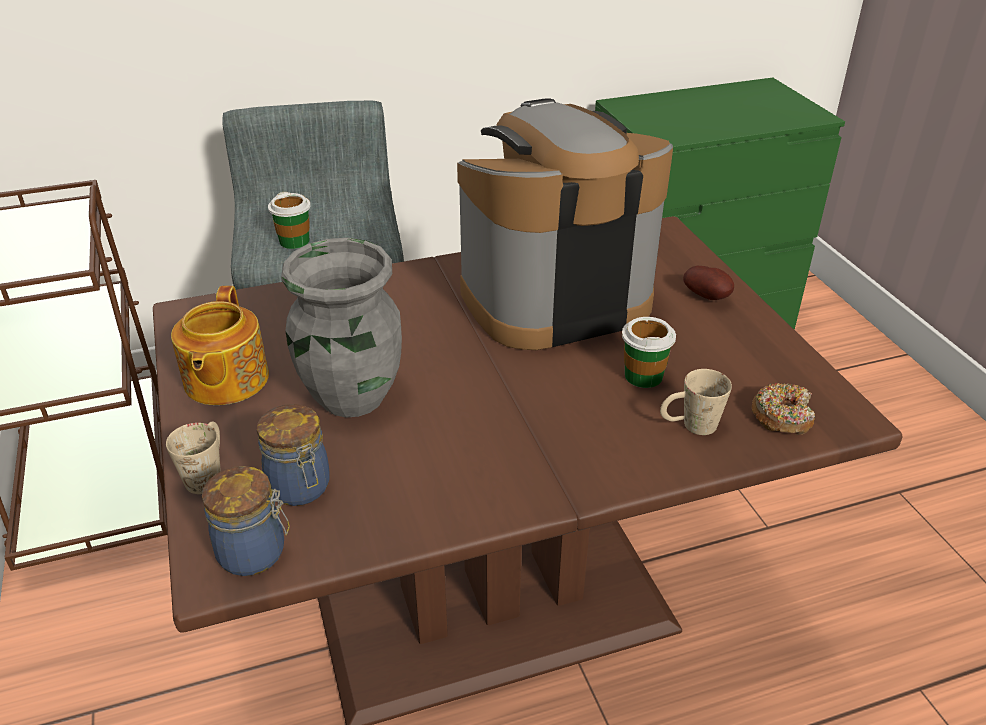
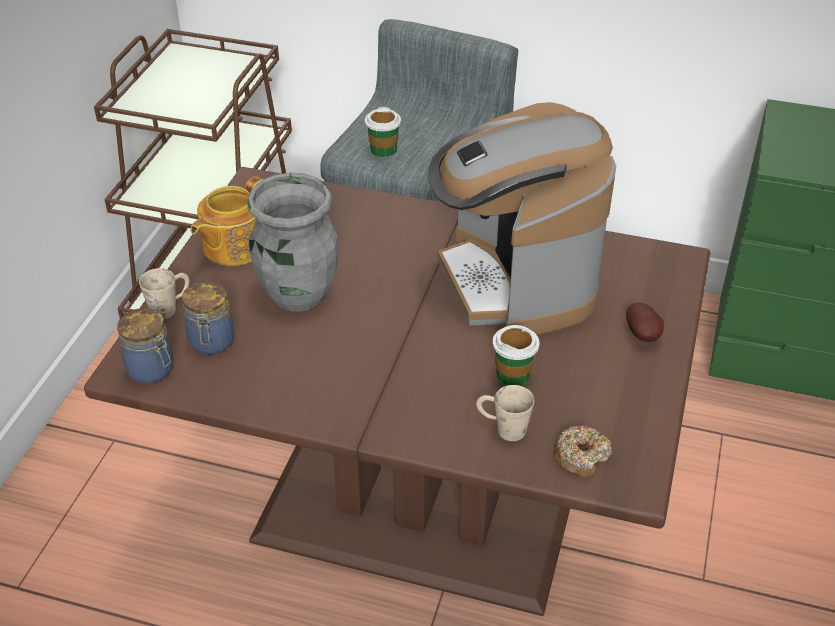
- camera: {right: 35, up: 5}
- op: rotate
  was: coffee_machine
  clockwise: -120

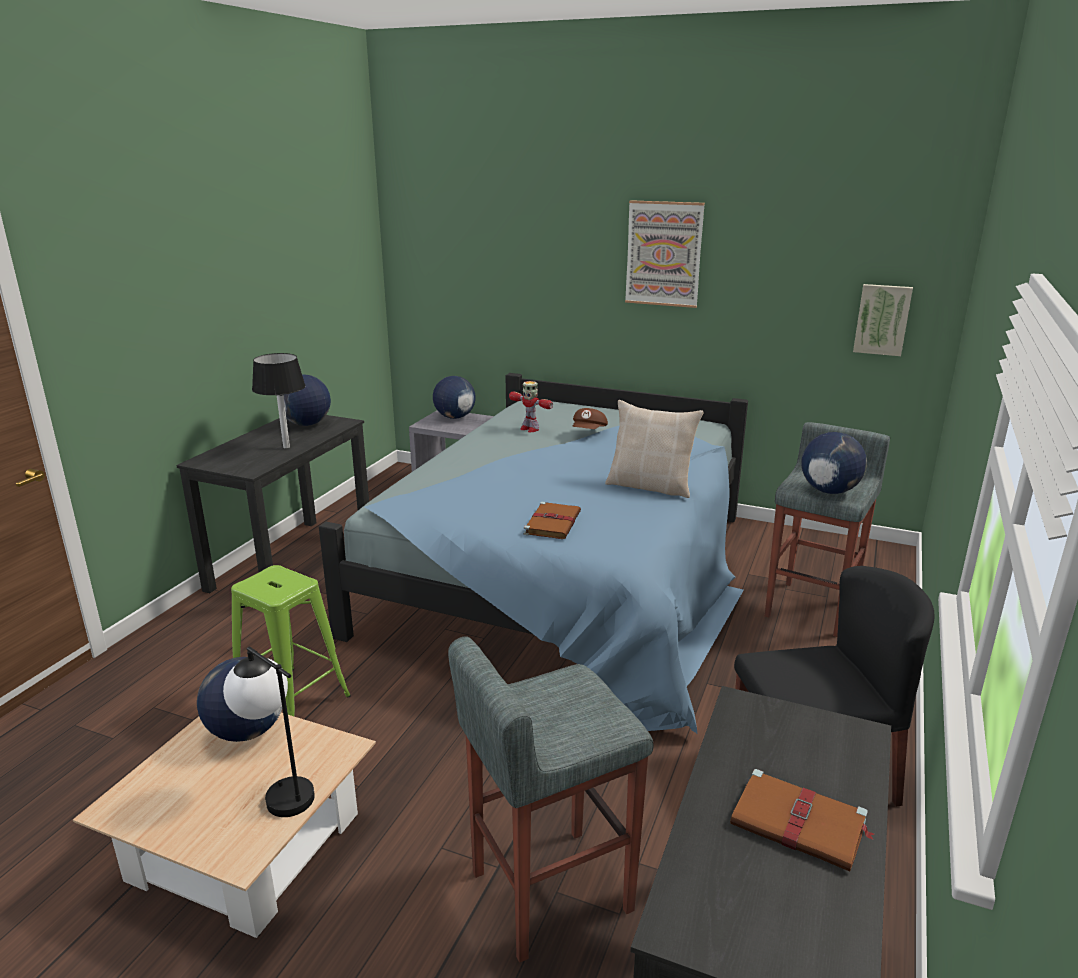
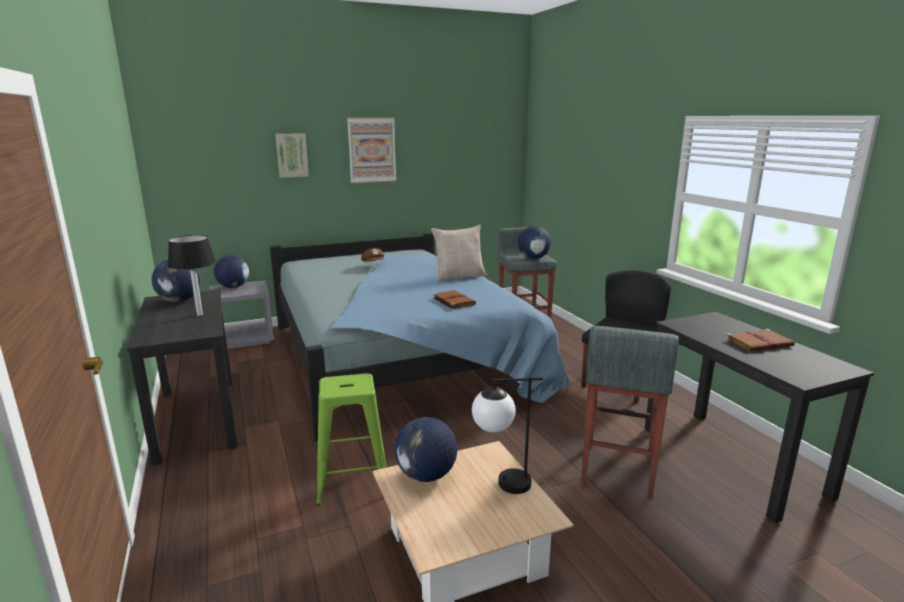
- camera: {right: -45, up: -5}
- op: move
  was: picture (2nd from left in the first image)
  now: picture (1st from left)
- op: delete
  was: model_robot

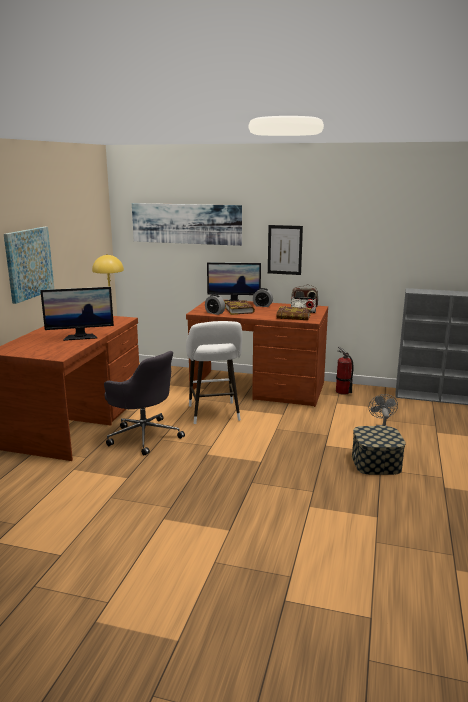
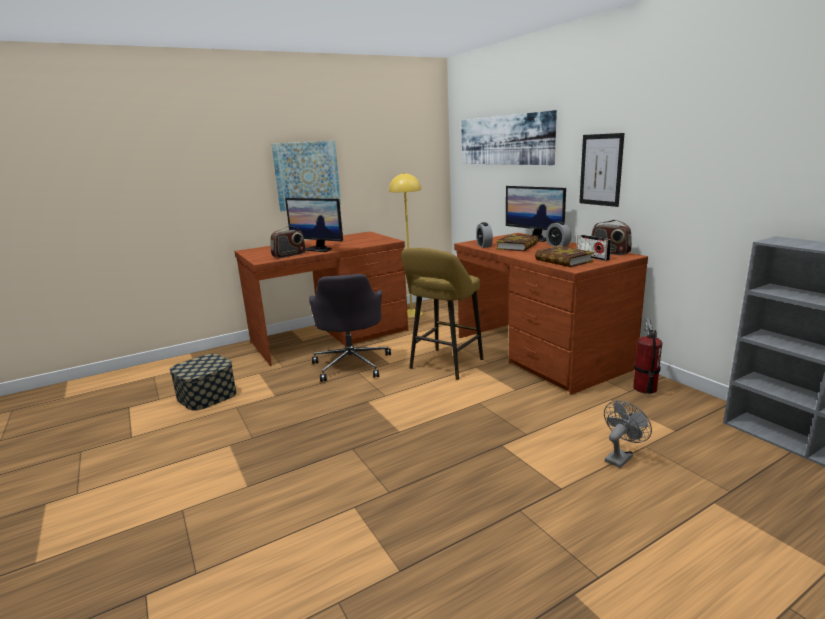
- camera: {right: 45, up: 0}
- op: move
  was: storage_container
- op: insert
  now: radio_receiver (1st from left)
- op: recolor
  was: white_sitting_stool
  now: yellow_sitting_stool

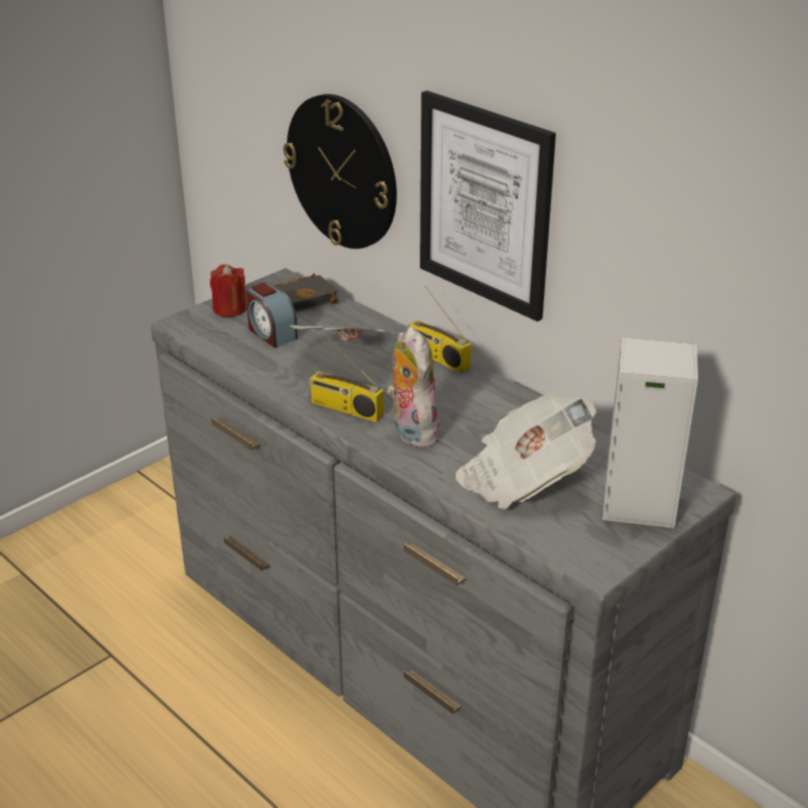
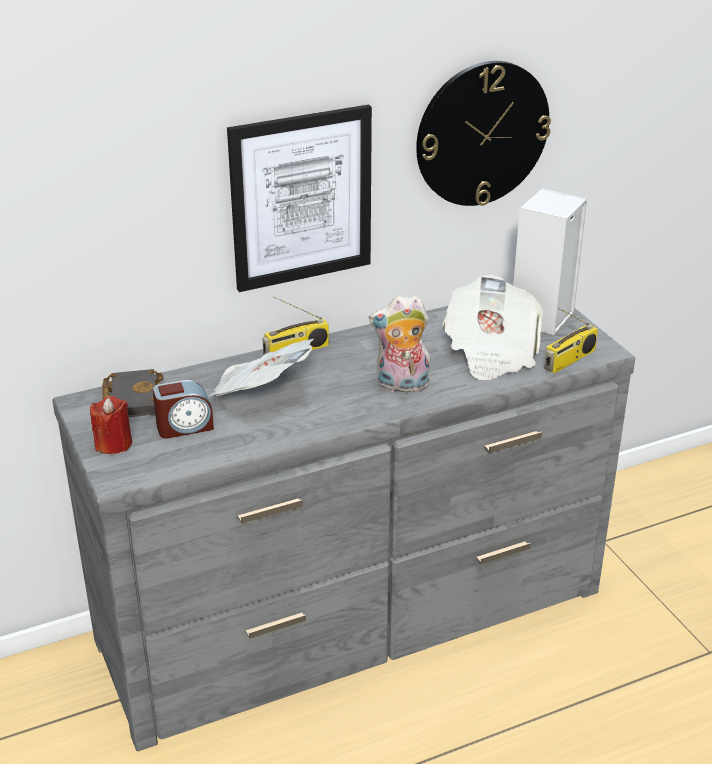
- camera: {right: -70, up: 0}
- op: move
  was: hanging_clock
- op: move
  was: radio_receiver (1st from left in the first image)
  now: radio_receiver (2nd from left)

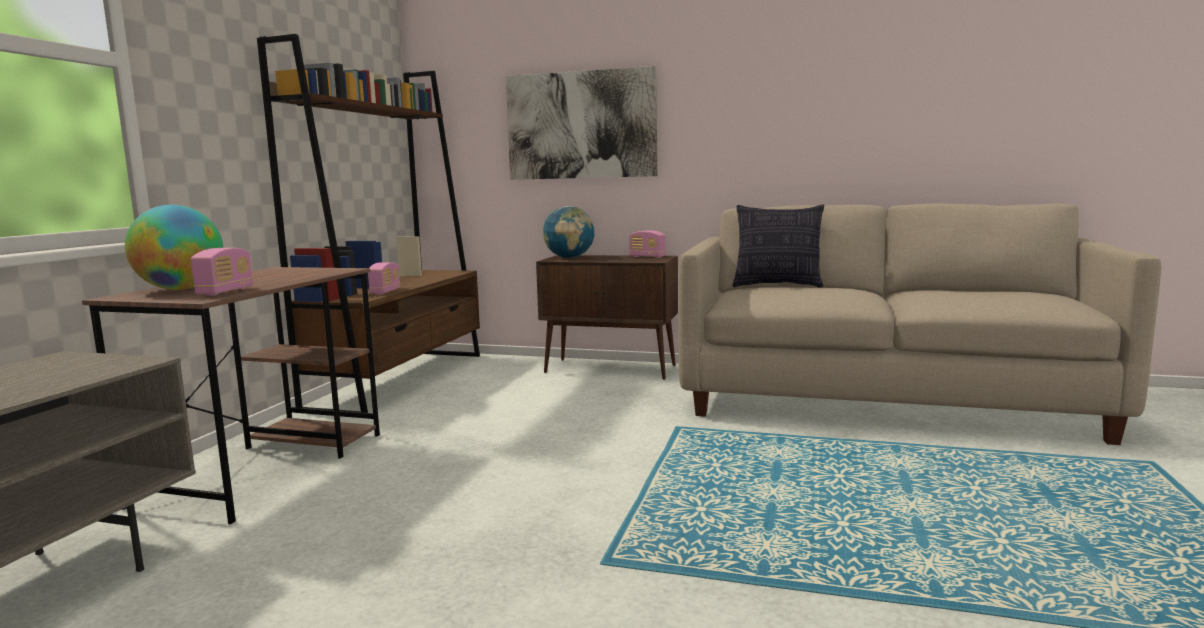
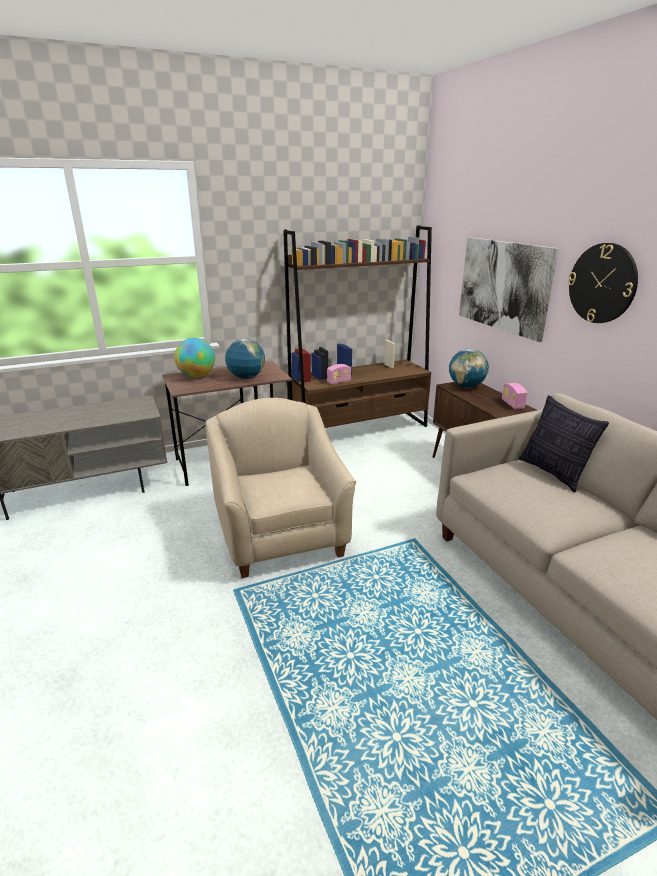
- camera: {right: 50, up: 15}
- op: insert
  now: beige_easy_chair
- op: insert
  now: globe (2nd from left)
- op: insert
  now: hanging_clock
- op: delete
  was: radio_receiver (1st from left)

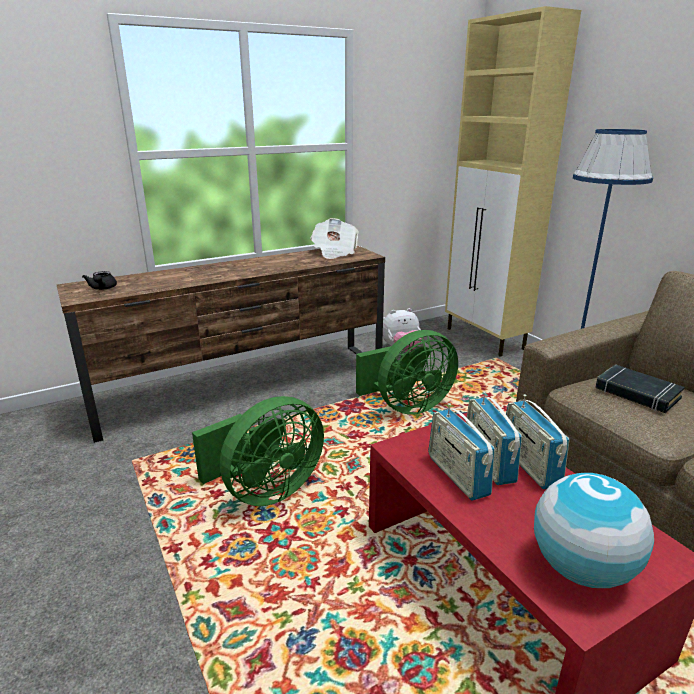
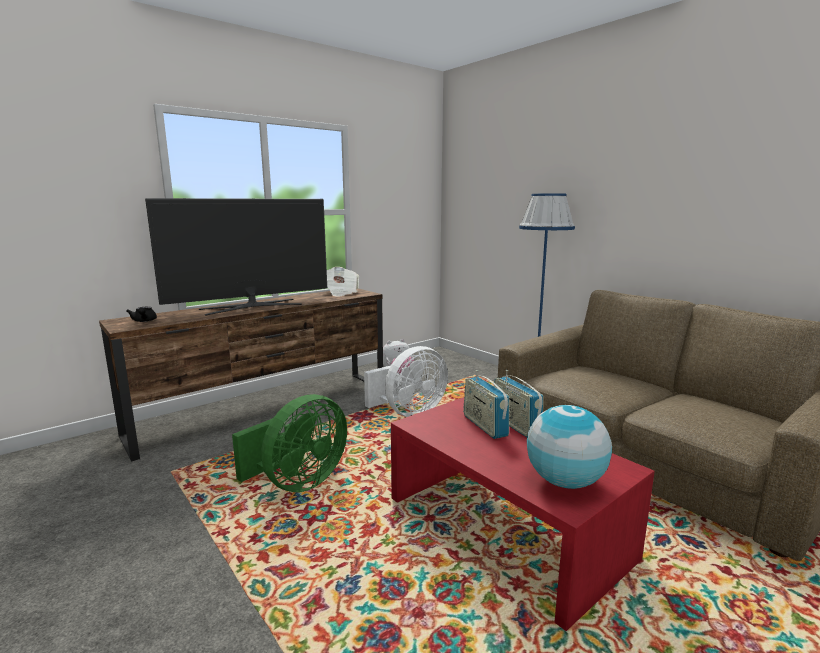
- camera: {right: -10, up: -10}
- op: insert
  now: TV_set
- op: recolor
  was: greenish_fan (2nd from left)
  now: white_fan
- op: delete
  was: radio_receiver (1st from left)
- op: delete
  was: beige_cabinet
- op: delete
  was: black-coloured_bound_book

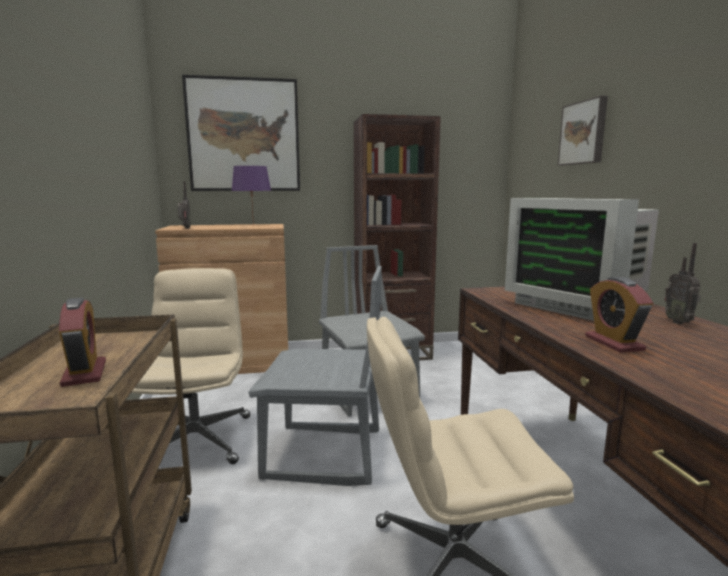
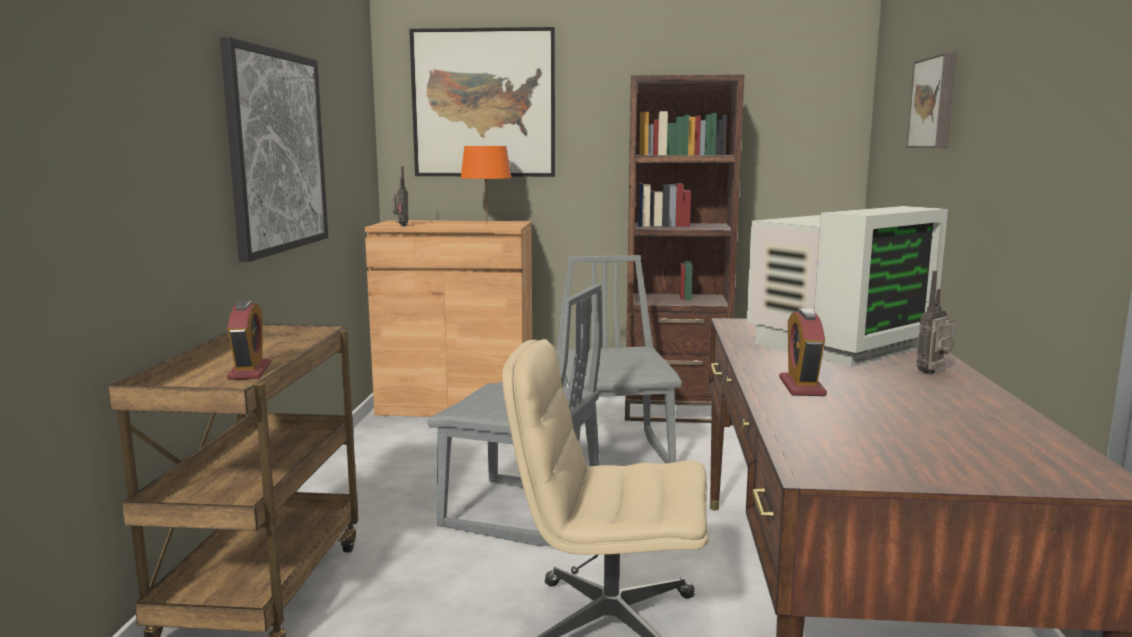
- camera: {right: 15, up: 0}
- op: insert
  now: picture (1st from left)
- op: recolor
  was: purplish_table_lamp
  now: orangey_table_lamp
- op: rotate
  was: computer_screen
  clockwise: -105
- op: rotate
  was: radio_receiver (2nd from left)
  clockwise: 45
- op: delete
  was: beige_office_chair (1st from left)

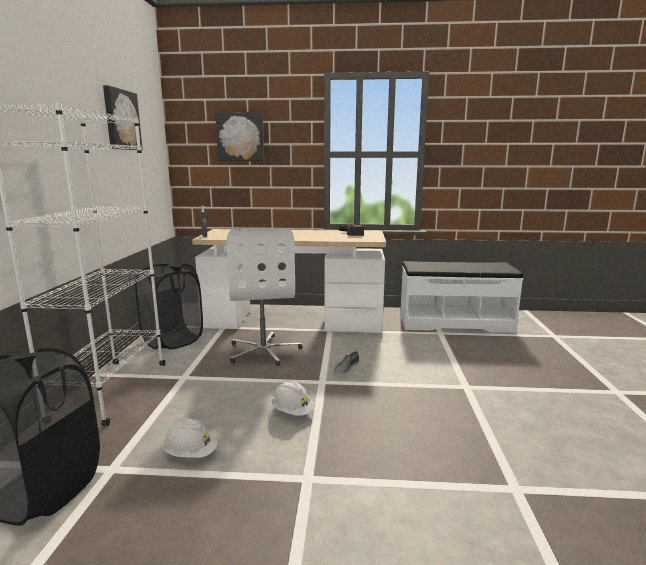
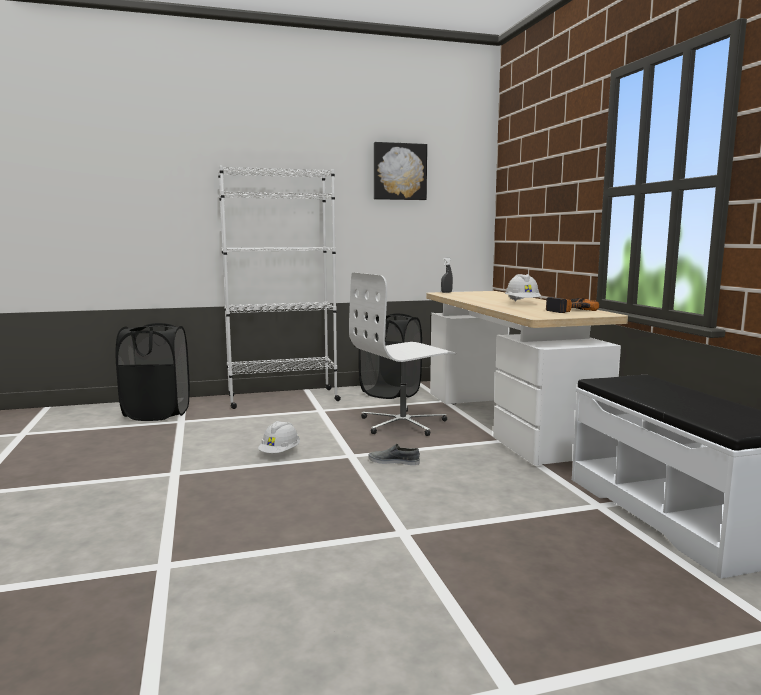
- camera: {right: 70, up: -5}
- op: move
  was: white_hard_hat (1st from left in the first image)
  now: white_hard_hat (2nd from left)
- op: delete
  was: picture (2nd from left)

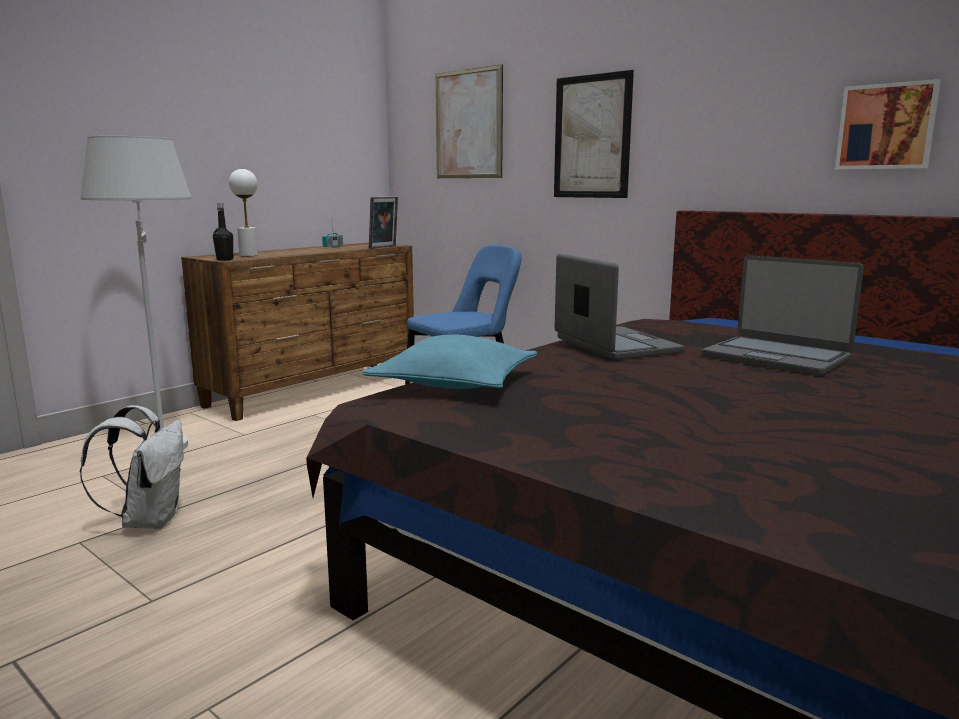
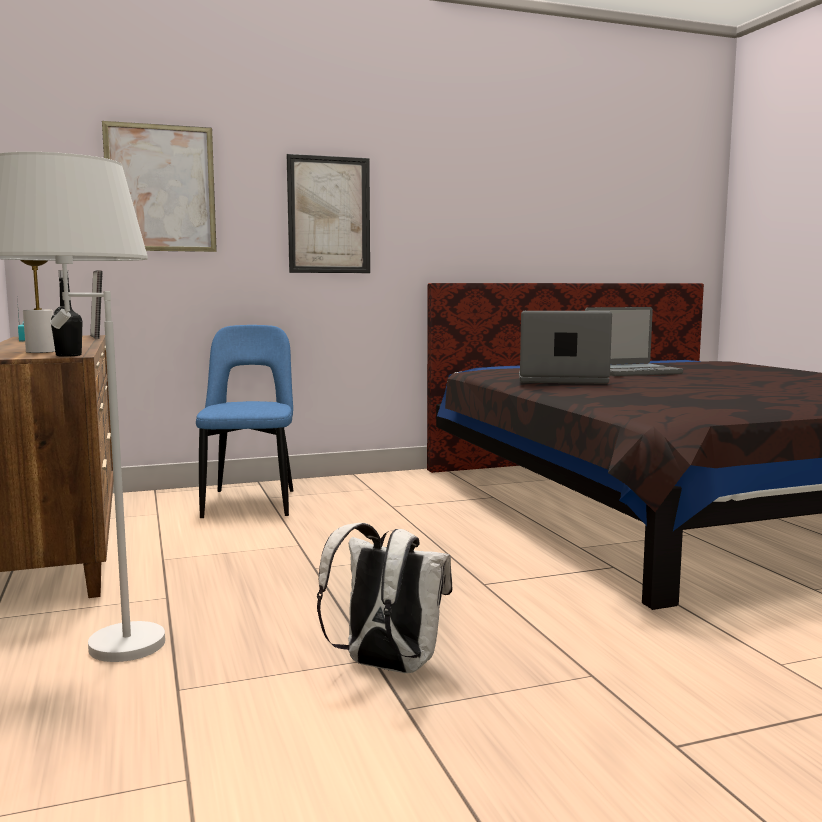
- camera: {right: -60, up: -5}
- op: delete
  was: turquoise-coloured_cushion
- op: delete
  was: picture (3rd from left)

